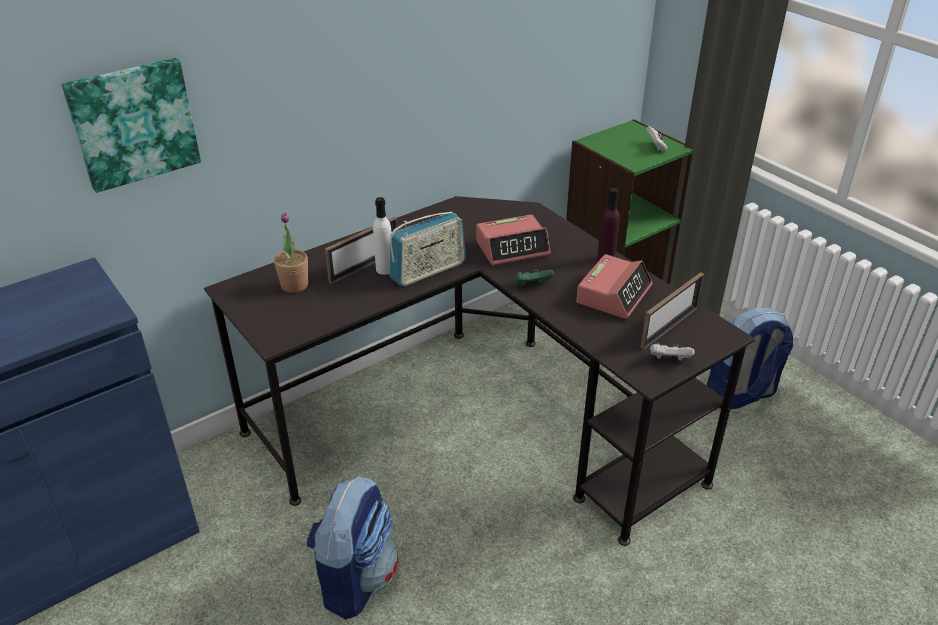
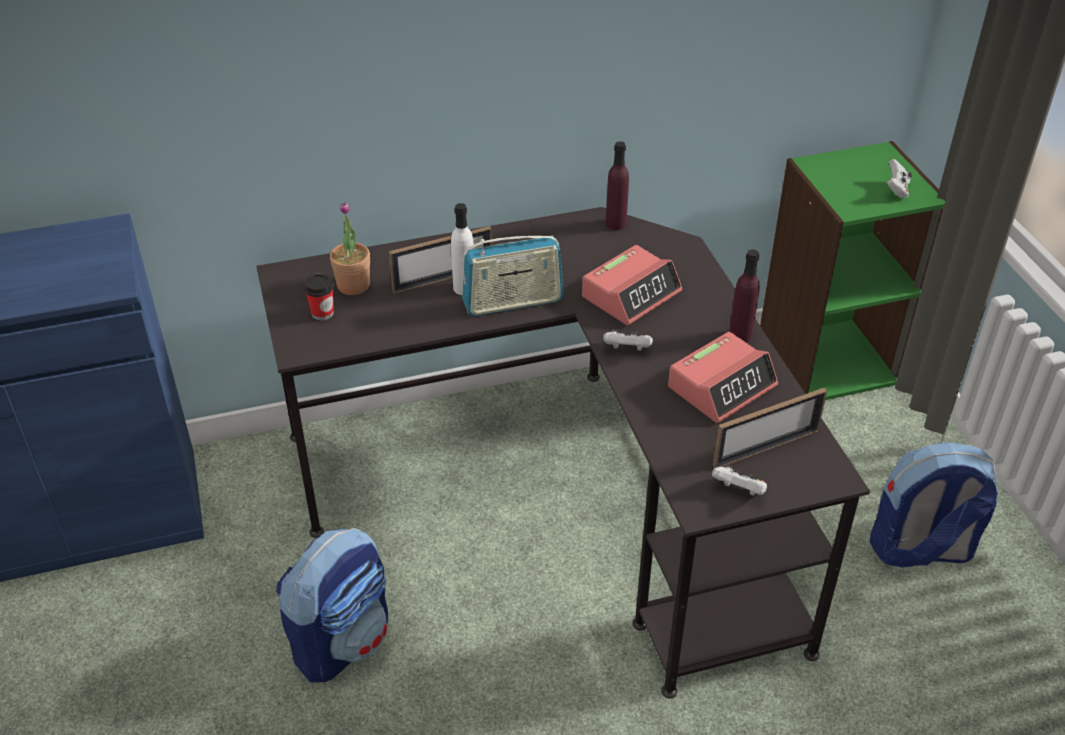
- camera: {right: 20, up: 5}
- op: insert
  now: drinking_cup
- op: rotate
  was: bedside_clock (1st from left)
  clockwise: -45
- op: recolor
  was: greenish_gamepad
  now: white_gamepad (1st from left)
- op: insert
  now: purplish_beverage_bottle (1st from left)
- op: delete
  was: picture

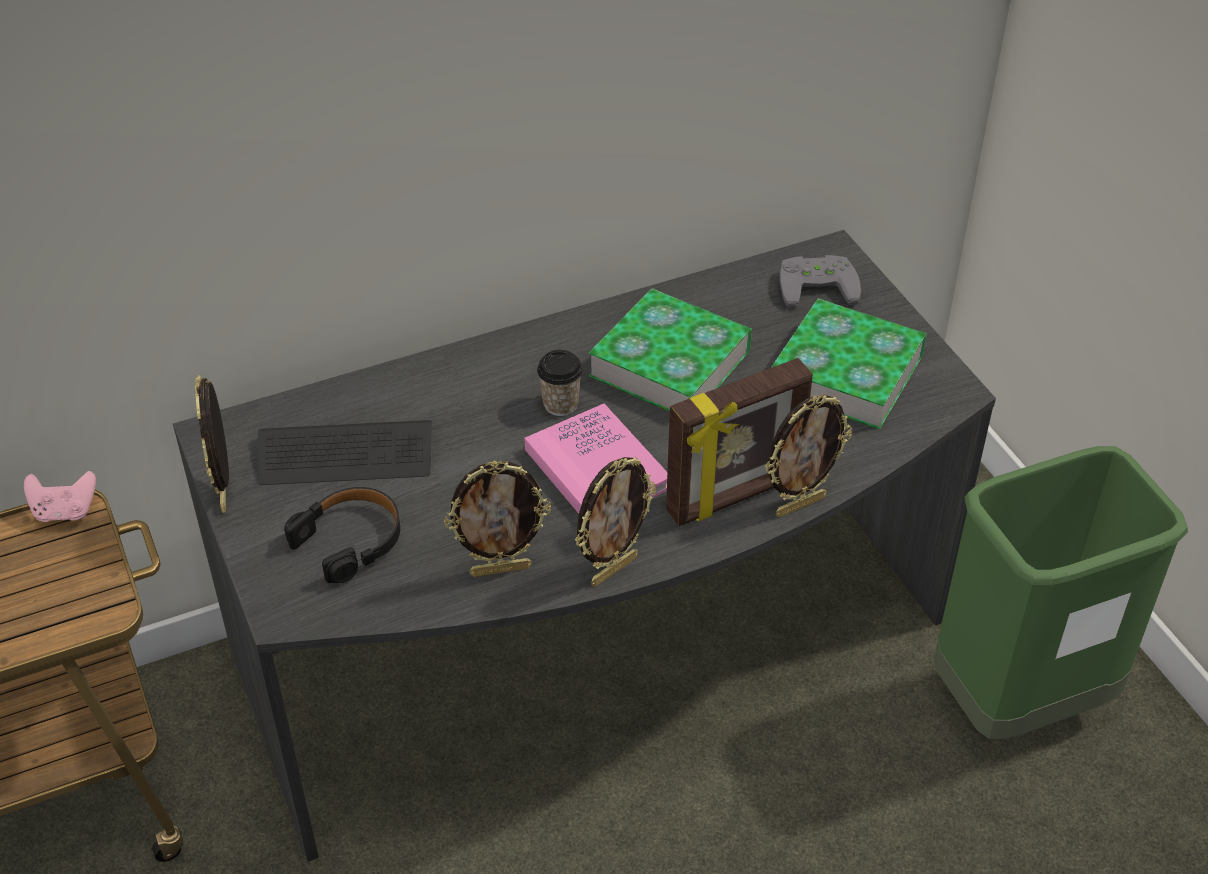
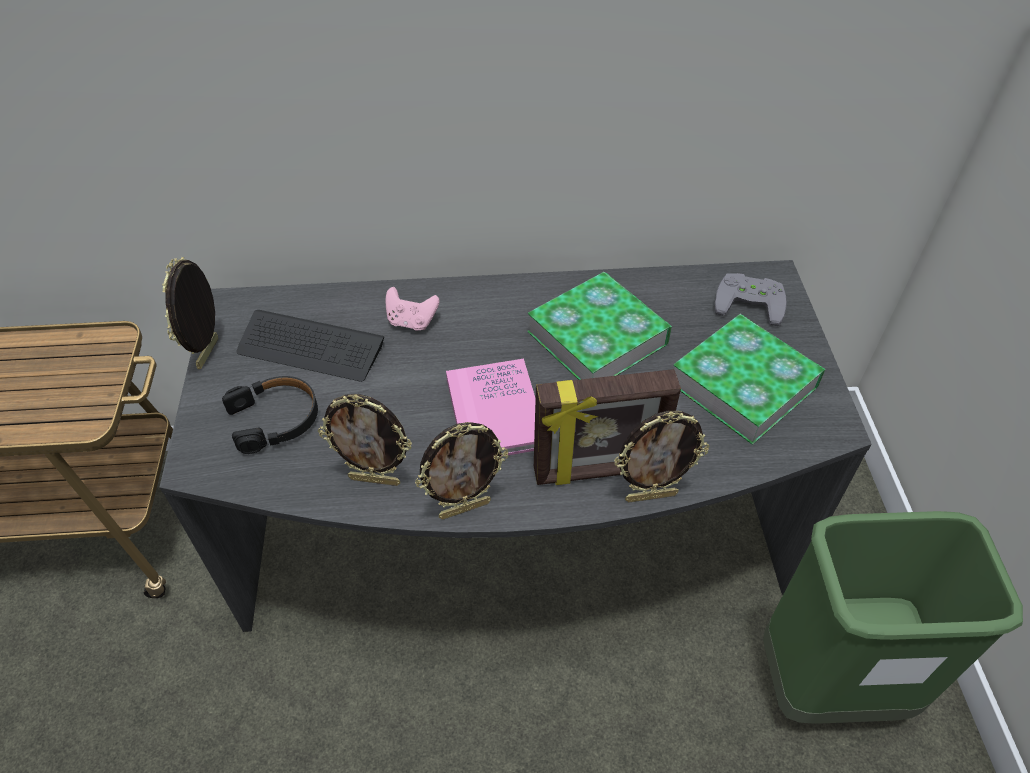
- camera: {right: 20, up: 5}
- op: move
  was: pinkish_gamepad
- op: delete
  was: drinking_cup

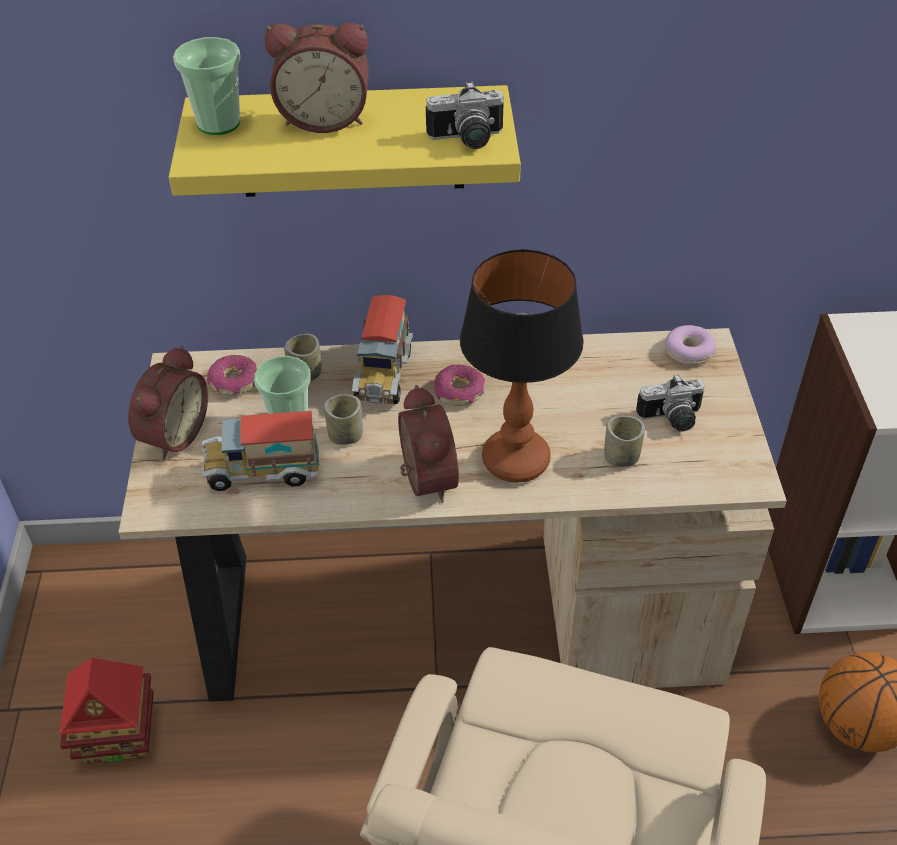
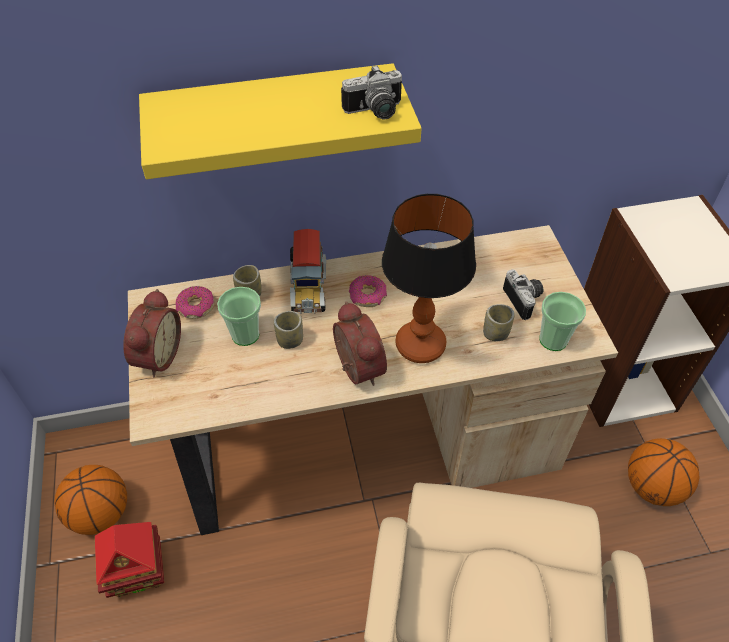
- camera: {right: -10, up: 5}
- op: insert
  now: basketball (1st from left)
- op: rotate
  was: photo_camera (2nd from left)
  clockwise: -90
- op: move
  was: drinking_cup (1st from left in the first image)
  now: drinking_cup (5th from left)
- op: delete
  was: model_truck (1st from left)
- op: delete
  was: bedside_clock (2nd from left)
- op: delete
  was: ring_doughnut (3rd from left)

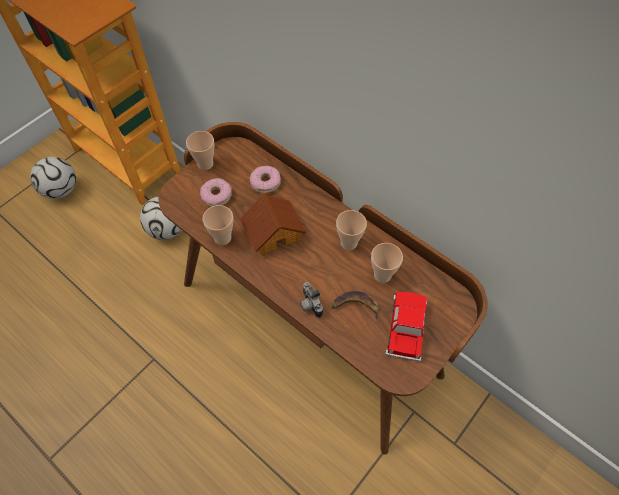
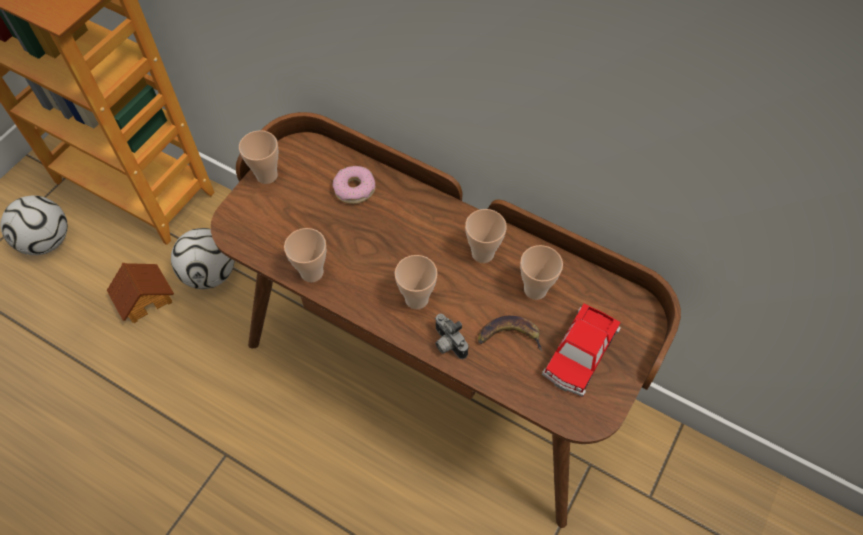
- camera: {right: -10, up: 0}
- op: move
  was: toy_house
- op: insert
  now: drinking_cup (3rd from left)
- op: rotate
  was: miniature_car
  clockwise: -150
- op: delete
  was: ring_doughnut (1st from left)

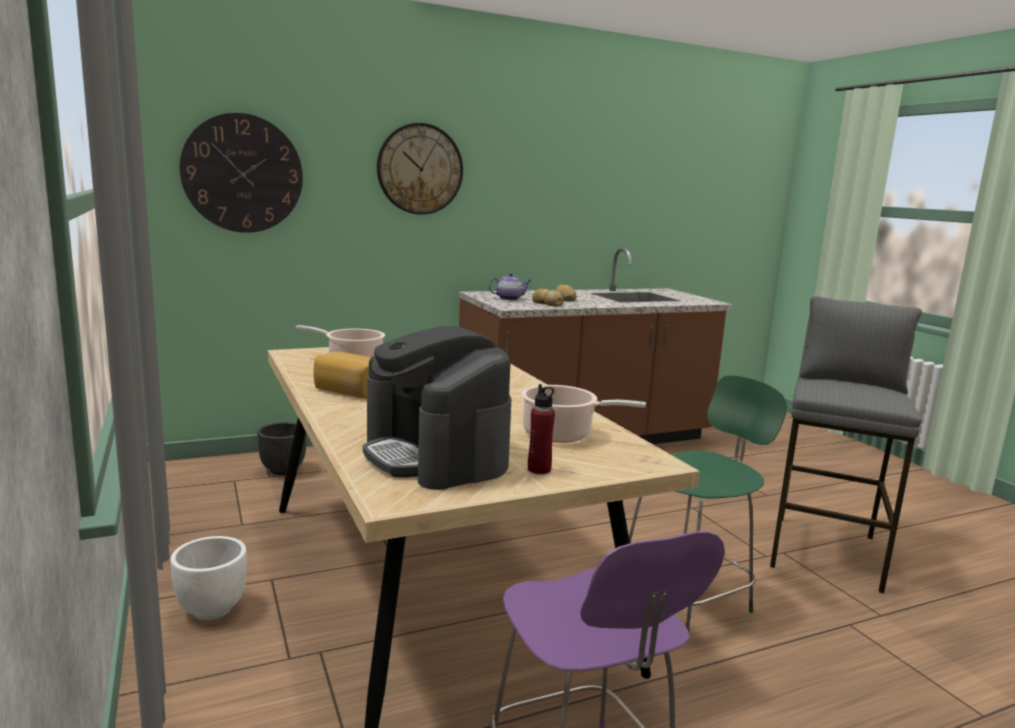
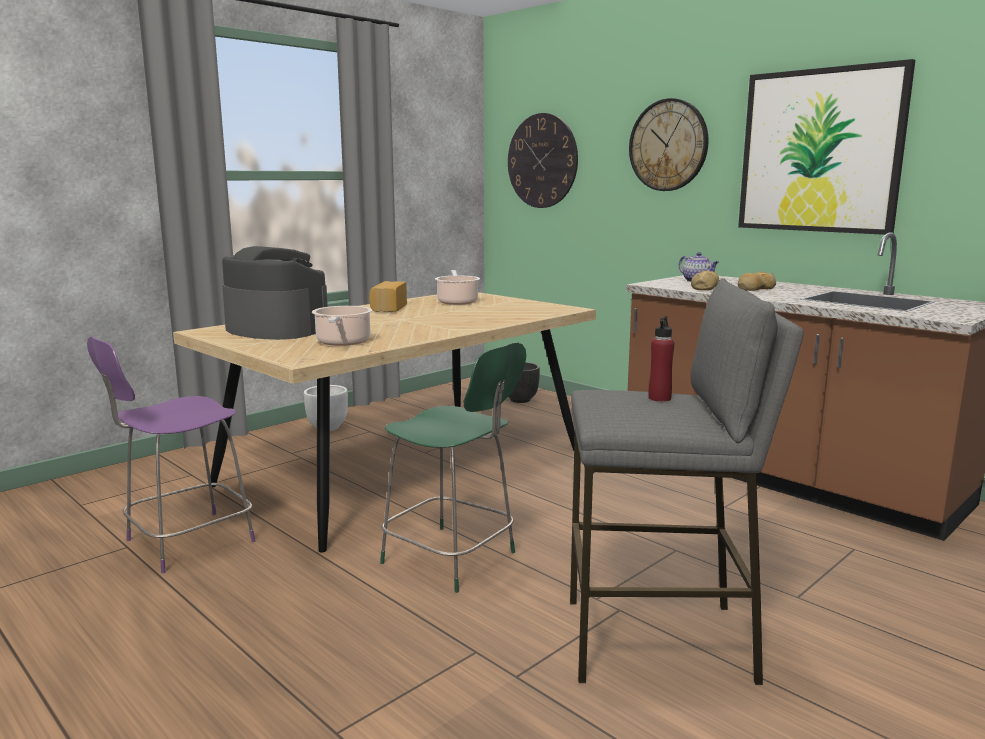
- camera: {right: 70, up: 0}
- op: rotate
  was: coffee_machine
  clockwise: 90
- op: move
  was: reddish_beverage_bottle
- op: insert
  now: picture

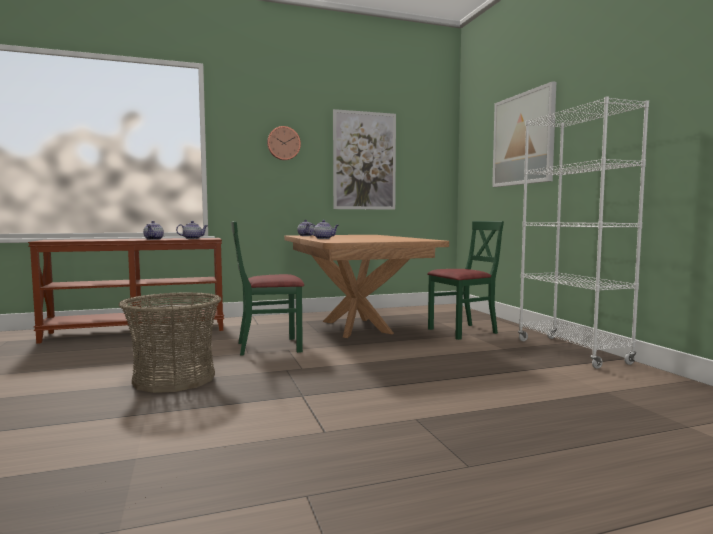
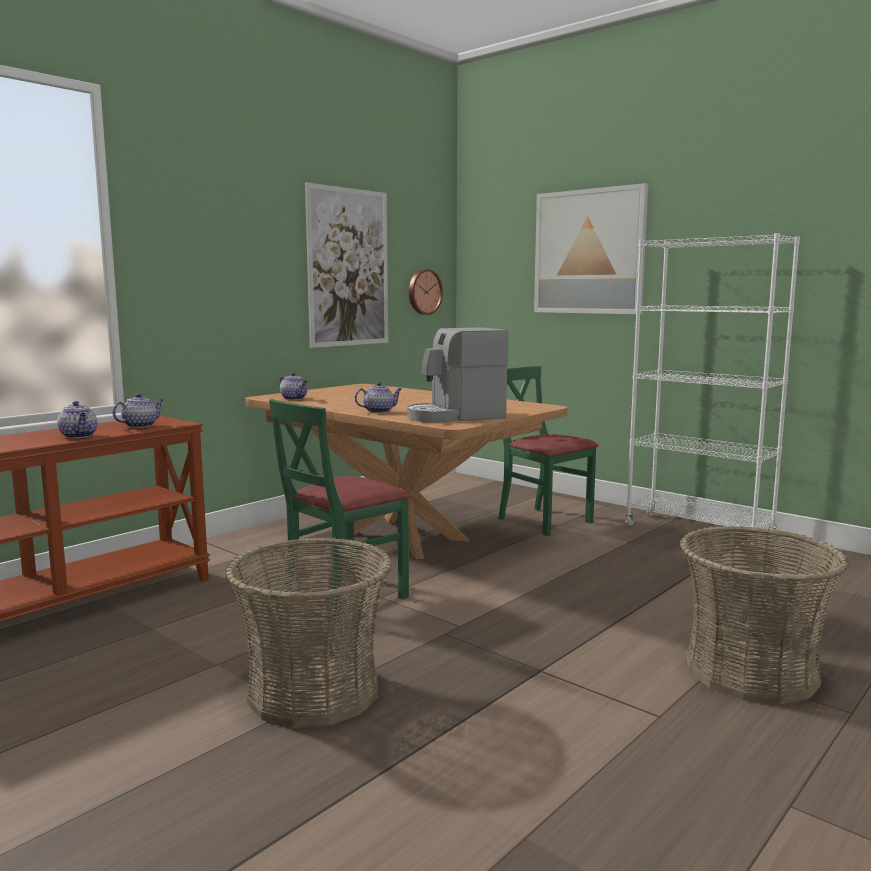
- camera: {right: -30, up: 5}
- op: insert
  now: coffee_machine
- op: move
  was: hanging_clock
- op: rotate
  was: greenish_chair (2nd from left)
  clockwise: -75
- op: insert
  now: storage_basket (2nd from left)

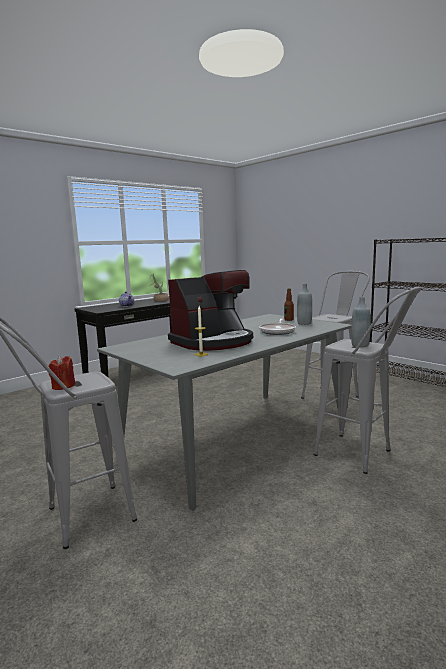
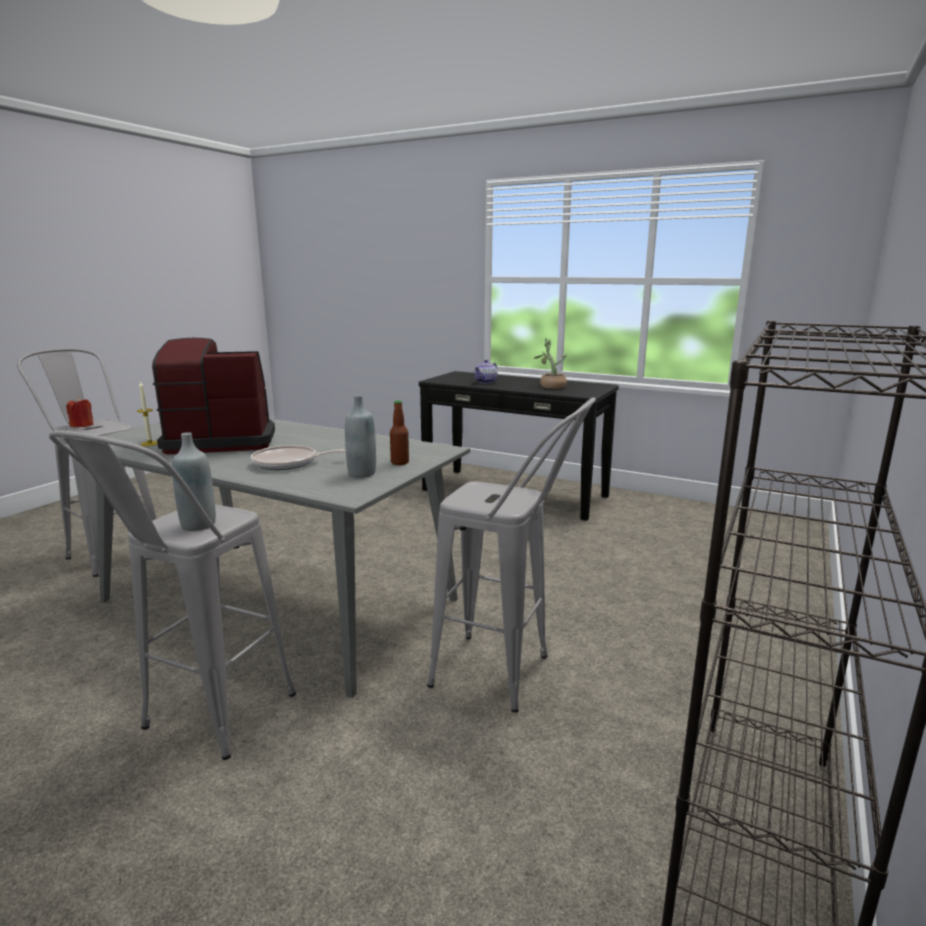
- camera: {right: 70, up: 5}
- op: rotate
  was: coffee_machine
  clockwise: 135

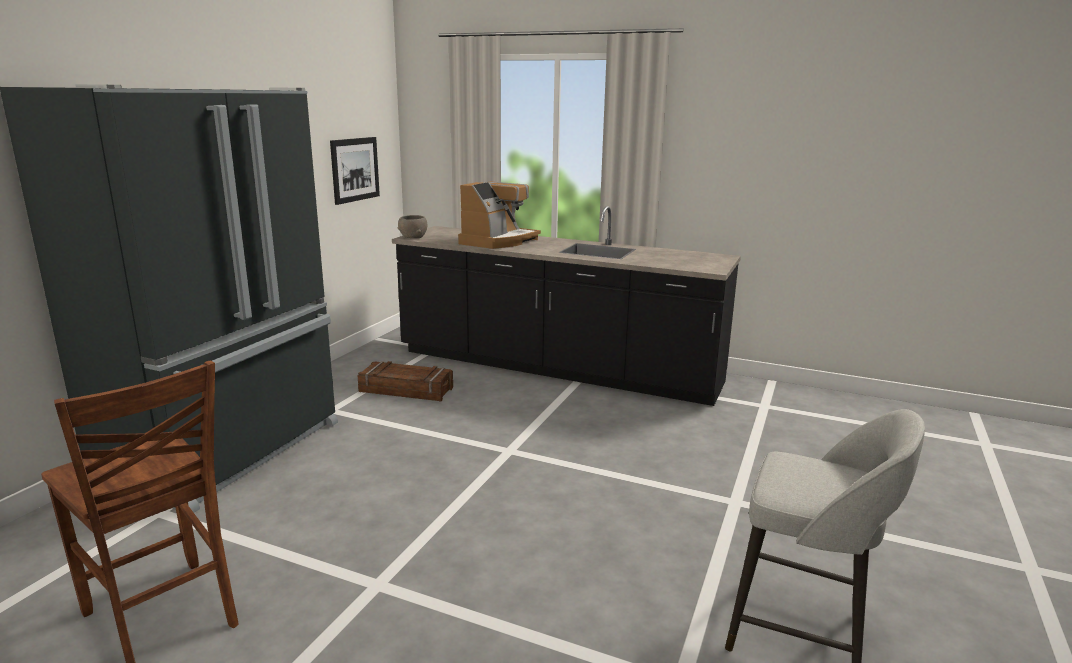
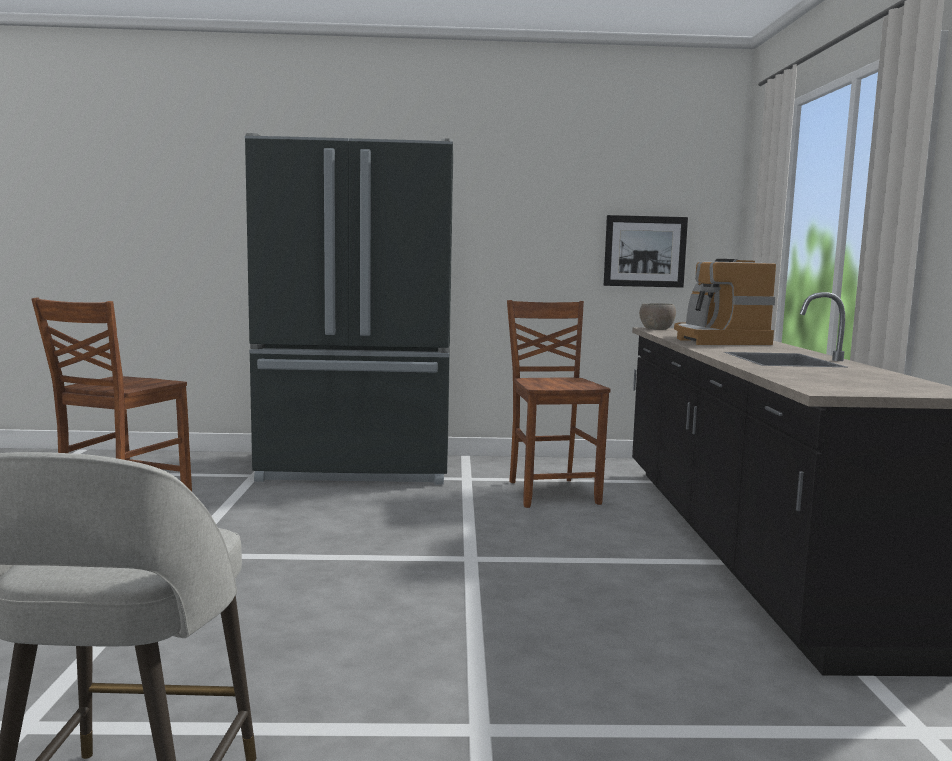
- camera: {right: 65, up: -10}
- op: replace
  was: shipping_crate
  now: brownish_chair (2nd from left)
- op: rotate
  was: coffee_machine
  clockwise: 75

